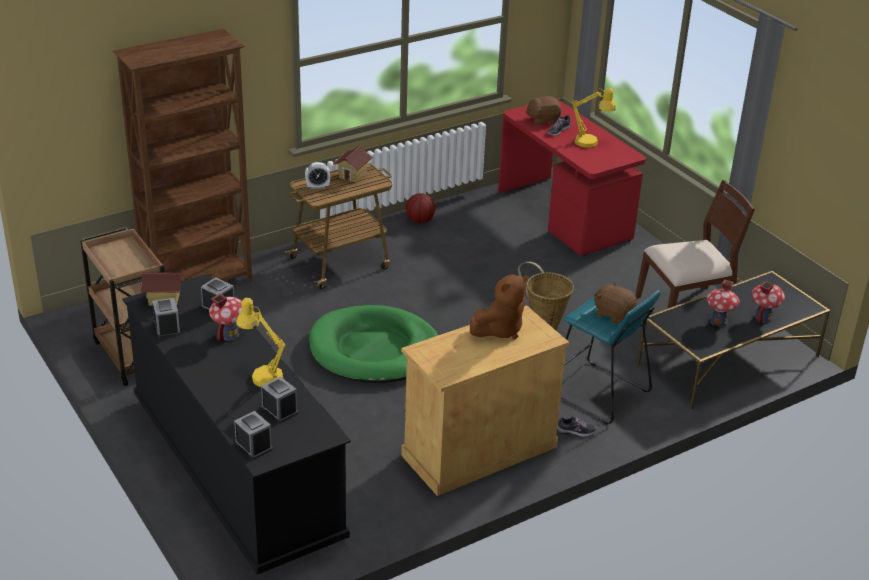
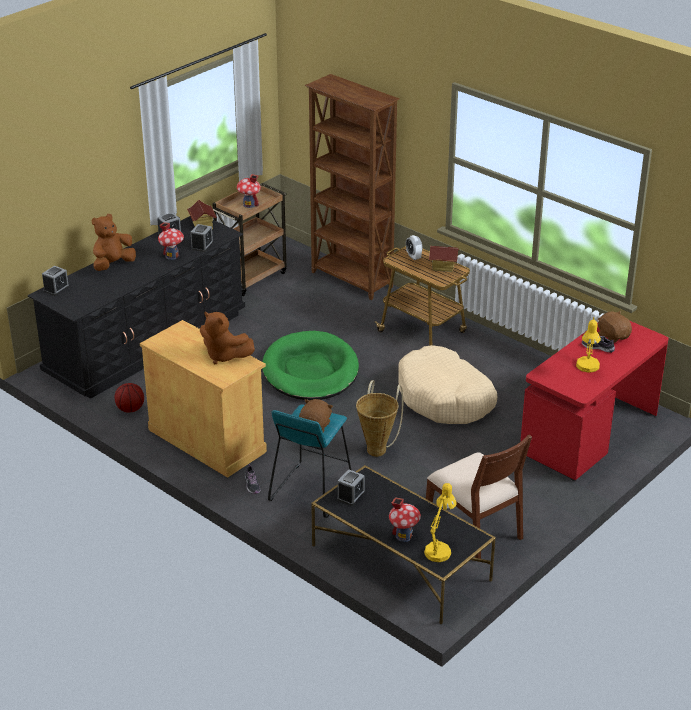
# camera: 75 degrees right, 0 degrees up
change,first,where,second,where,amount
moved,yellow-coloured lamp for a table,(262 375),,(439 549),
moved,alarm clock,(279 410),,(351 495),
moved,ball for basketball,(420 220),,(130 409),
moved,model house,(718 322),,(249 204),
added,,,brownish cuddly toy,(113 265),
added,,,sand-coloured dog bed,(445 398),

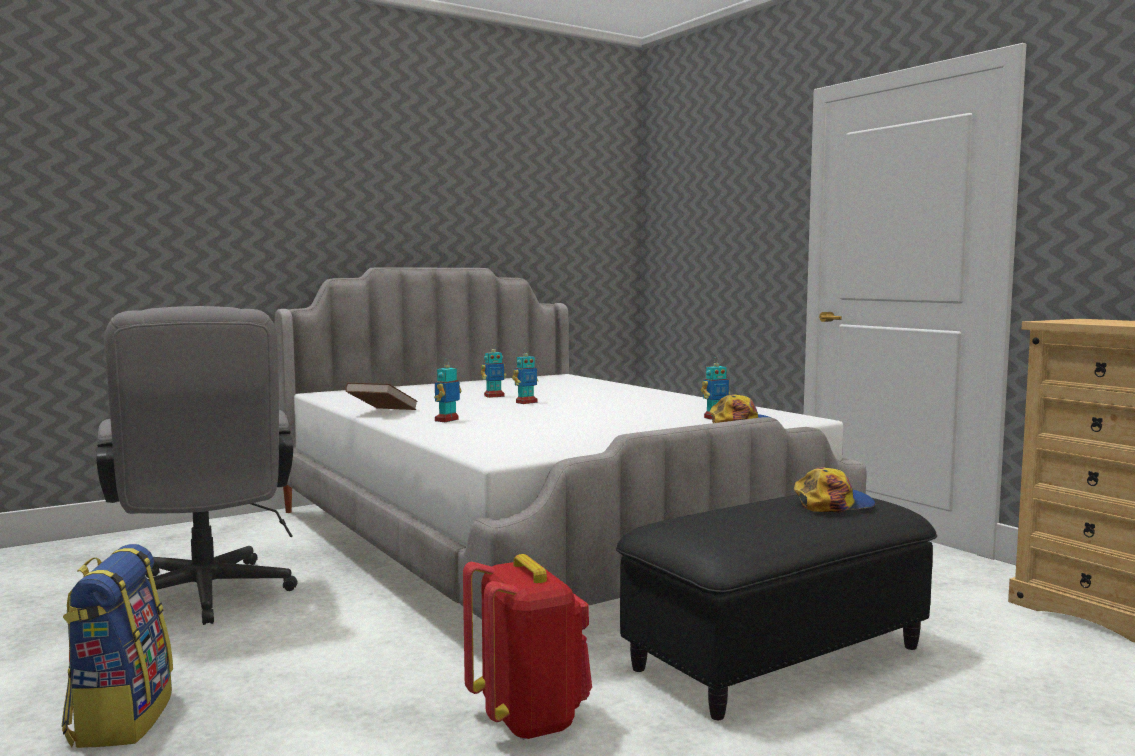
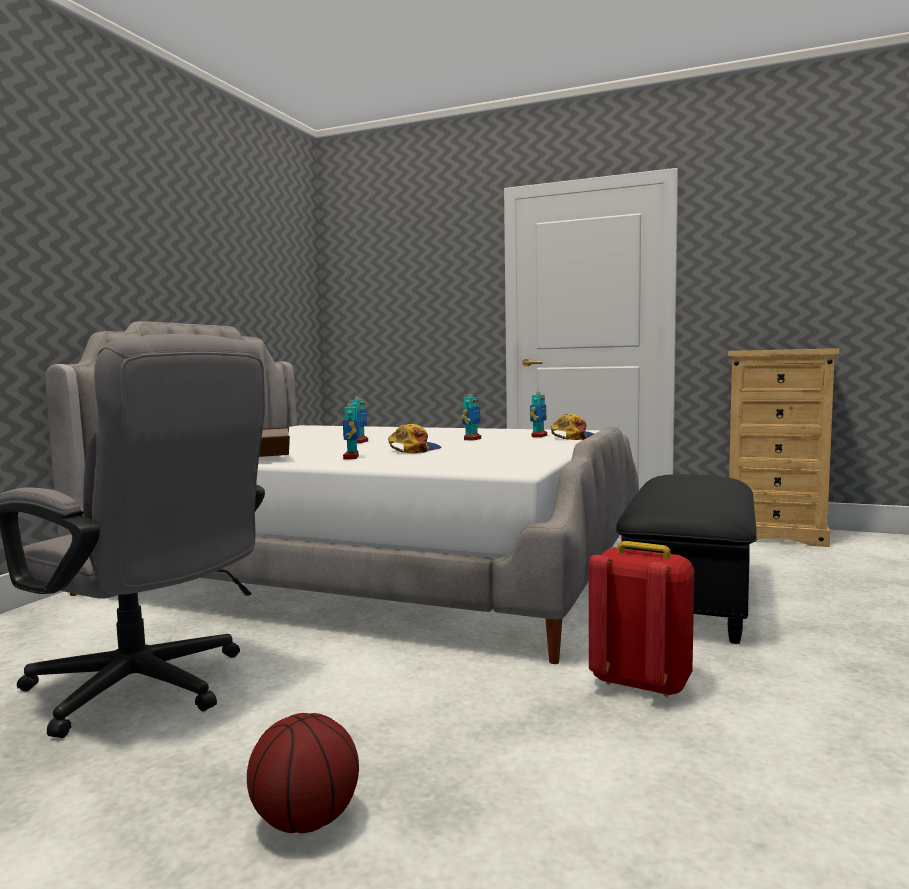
# camera: 35 degrees left, 0 degrees up
change,first,where,second,where,amount
replaced,knapsack,(120 718),ball for basketball,(305 821),
moved,model robot,(494 396),,(472 439),
moved,cap,(833 504),,(414 450),

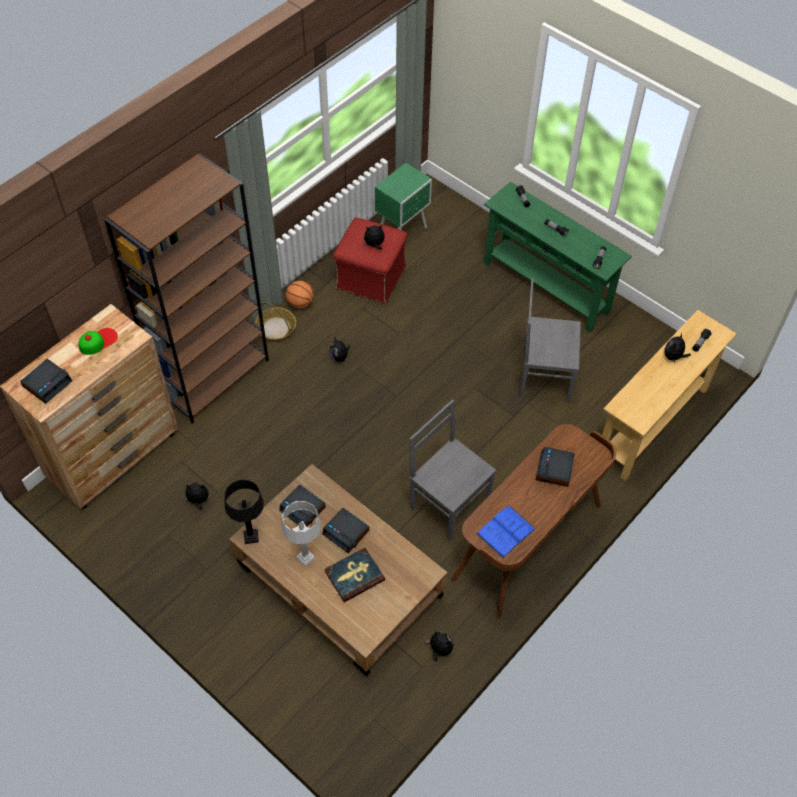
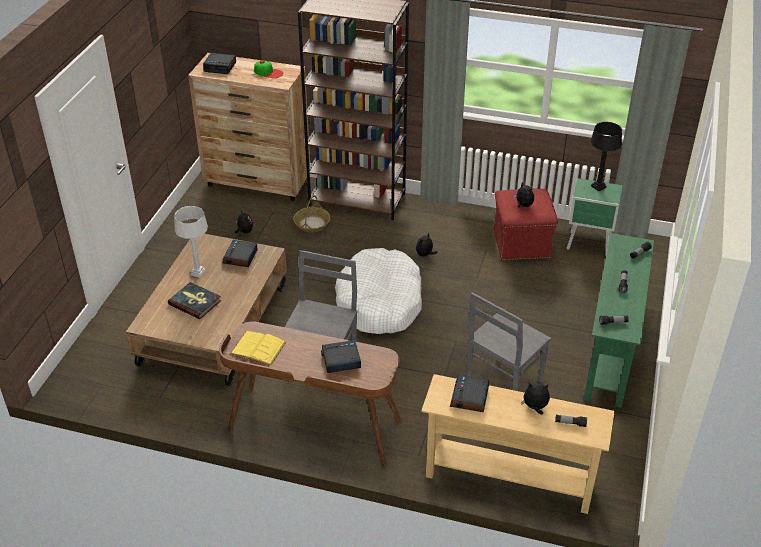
# camera: 65 degrees right, 15 degrees down
change,first,where,second,where,amount
moved,black-coloured lamp for a table,(251 537),,(598 187),
moved,basket,(276 328),,(312 224),
removed,ball for basketball,(300 303),,,
moved,alarm clock,(346 532),,(470 398),
removed,cuddly toy,(440 649),,,
recoloured,blue book,(506 531),yellow-coloured book,(258 348),
turned,greyish plain chair,(543 377),,(502 382),120 degrees counterclockwise
added,,,whitish dog bed,(380 302),

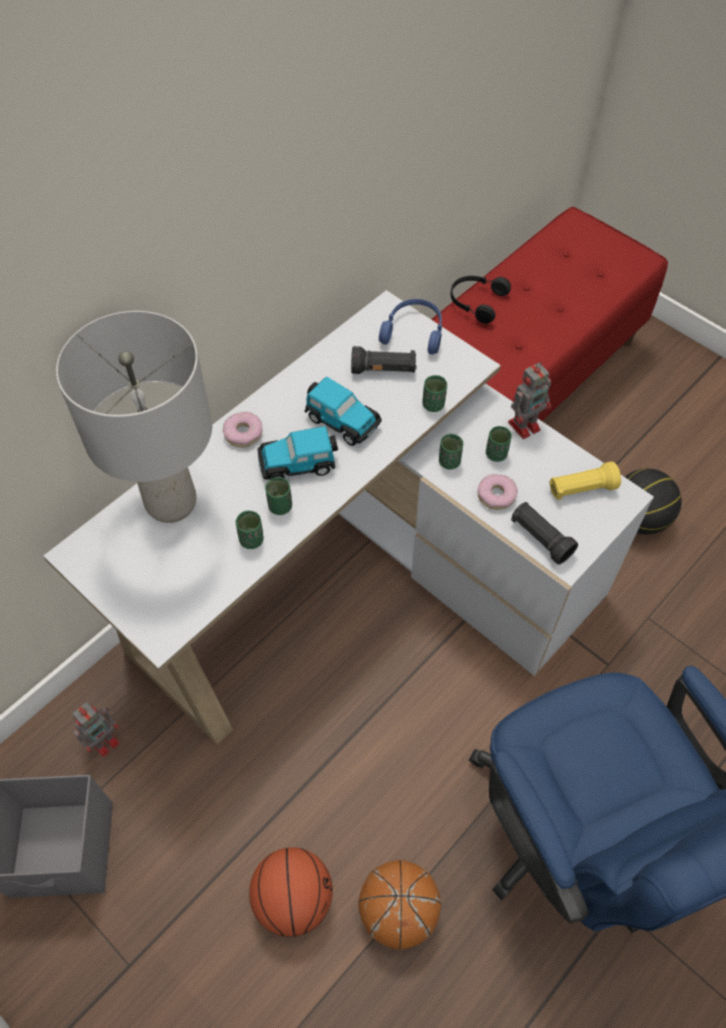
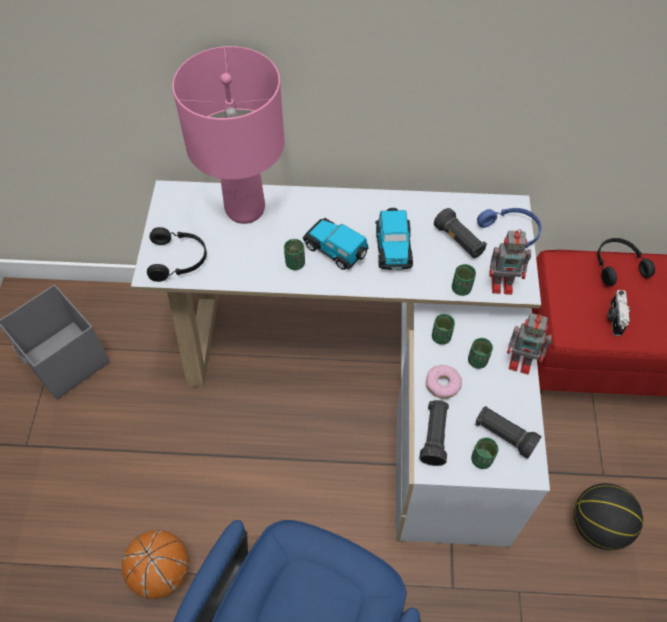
# camera: 50 degrees right, 0 degrees up
change,first,where,second,where,amount
recoloured,greyish lamp for a table,(172 503),pinkish lamp for a table,(245 210),
moved,model robot,(105 740),,(503 284),
removed,donut,(243 433),,,
moved,green-coloured cup,(251 540),,(481 459),
removed,ball for basketball,(293 899),,,
recoloured,yellow-coloured flashlight,(581 489),black-coloured flashlight,(504 435),
added,,,black-coloured headphones,(179 259),
added,,,photo camera,(614 318),

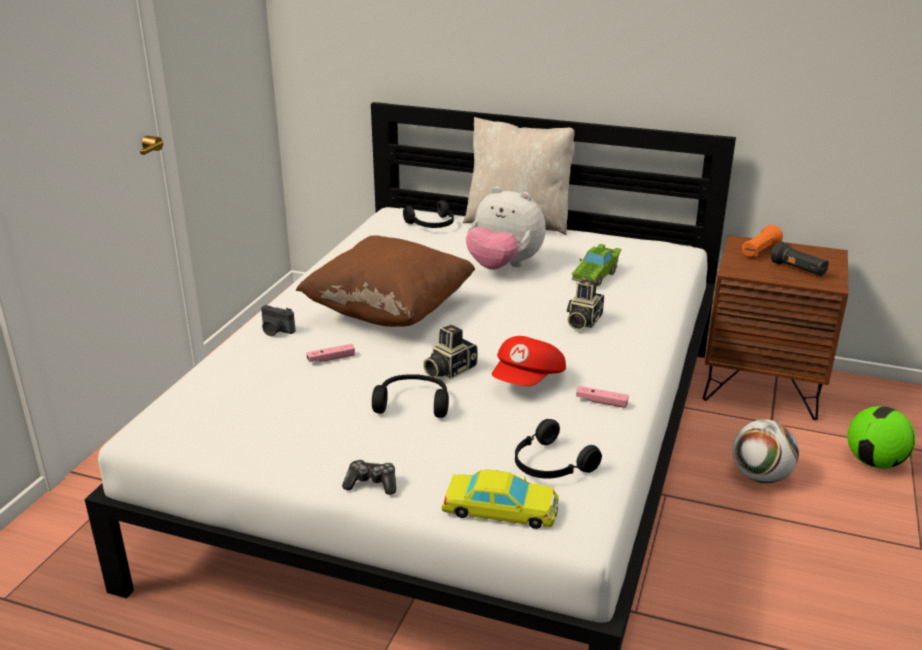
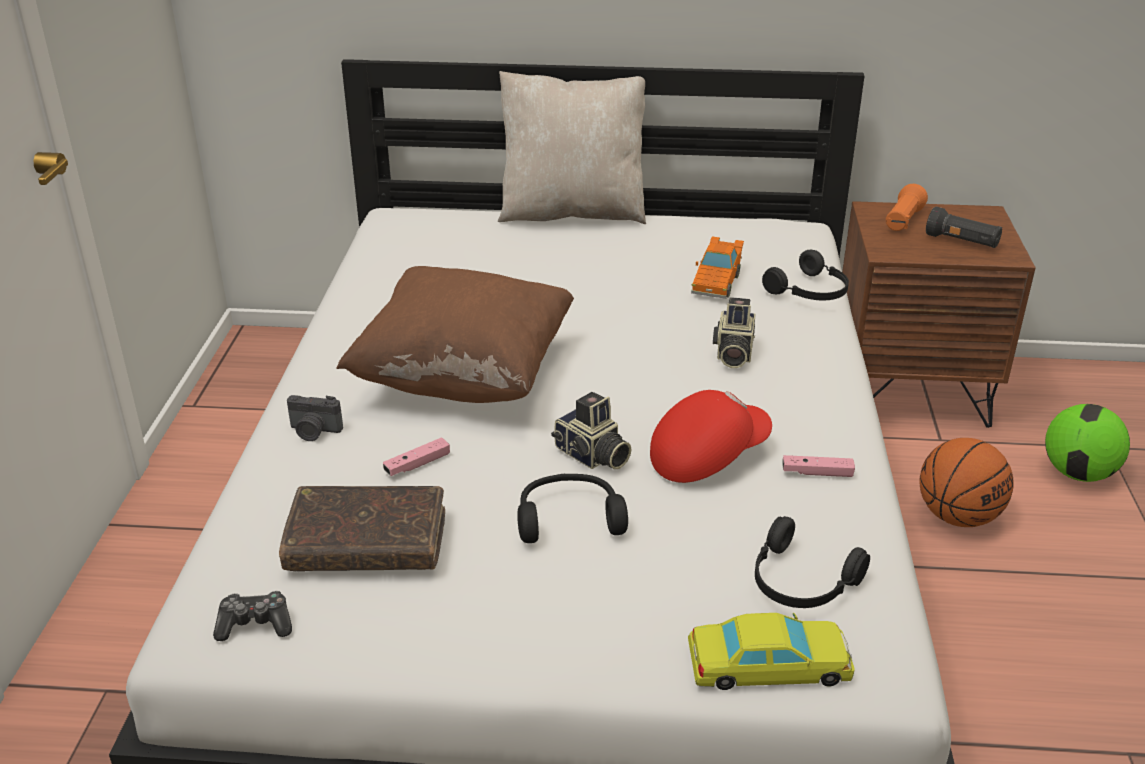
# camera: 15 degrees left, 5 degrees up
change,first,where,second,where,amount
moved,joypad,(372 484),,(255 624),
moved,black-coloured headphones,(432 225),,(810 292),
turned,photo camera,(448 370),,(591 456),75 degrees counterclockwise
removed,cuddly toy,(503 267),,,
turned,reddish cap,(528 380),,(707 456),135 degrees counterclockwise
recoloured,green-coloured model car,(596 275),orange-coloured model car,(717 281),
replaced,ball for football,(760 476),ball for basketball,(958 516),
added,,,brownish book,(367 543),

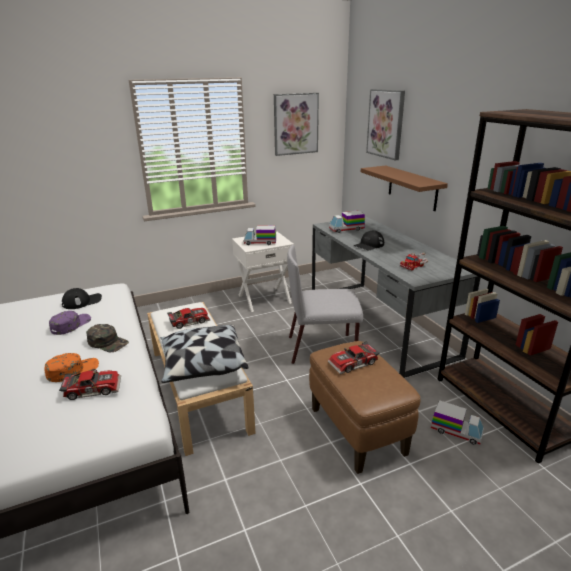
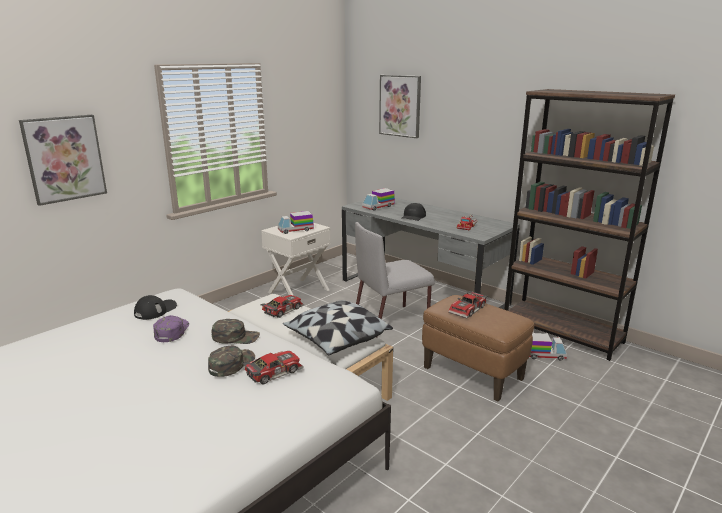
# camera: 25 degrees left, 5 degrees down
change,first,where,second,where,amount
recoloured,orange-coloured cap,(73 370),green-coloured cap,(231 364),
moved,picture,(295 124),,(64 158),
removed,brownish wall shelf,(412 187),,,

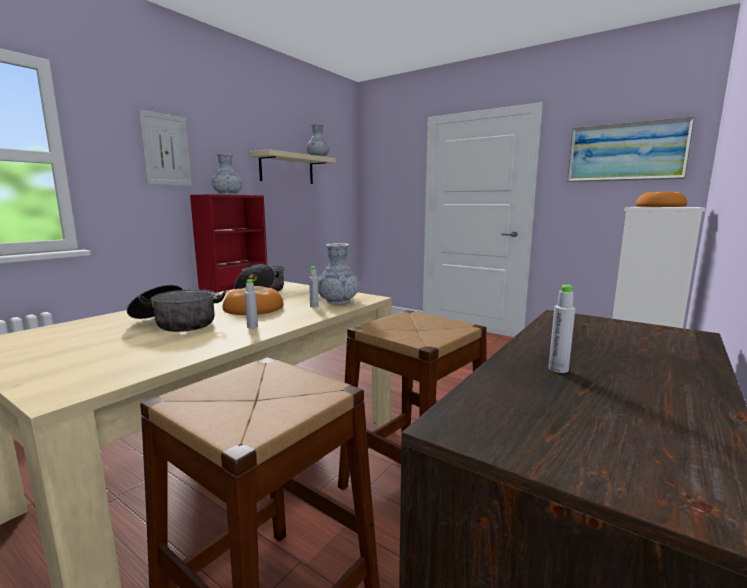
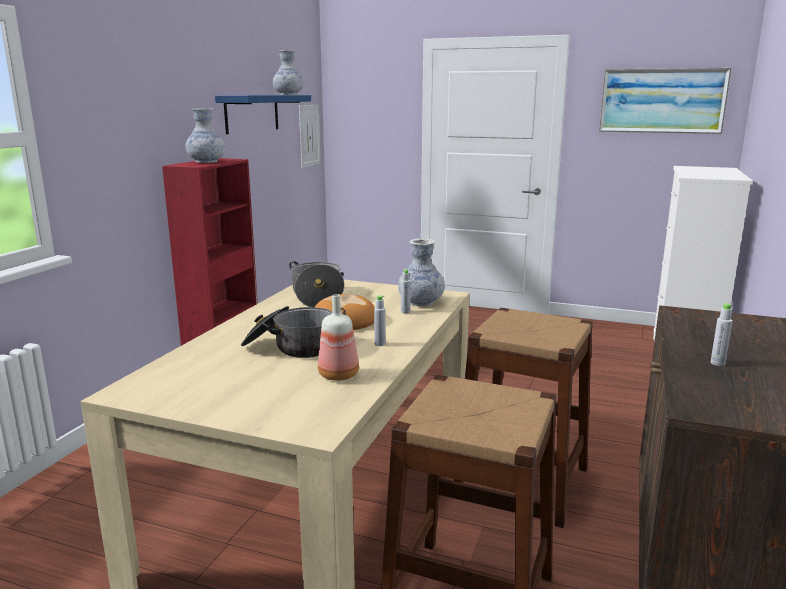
# camera: 15 degrees left, 5 degrees up
change,first,where,second,where,amount
moved,picture,(166 150),,(309 135),
recoloured,sand-coloured wall shelf,(287 169),blue wall shelf,(252 113),
removed,baked bread,(659 206),,,
added,,,drink bottle,(339 374),

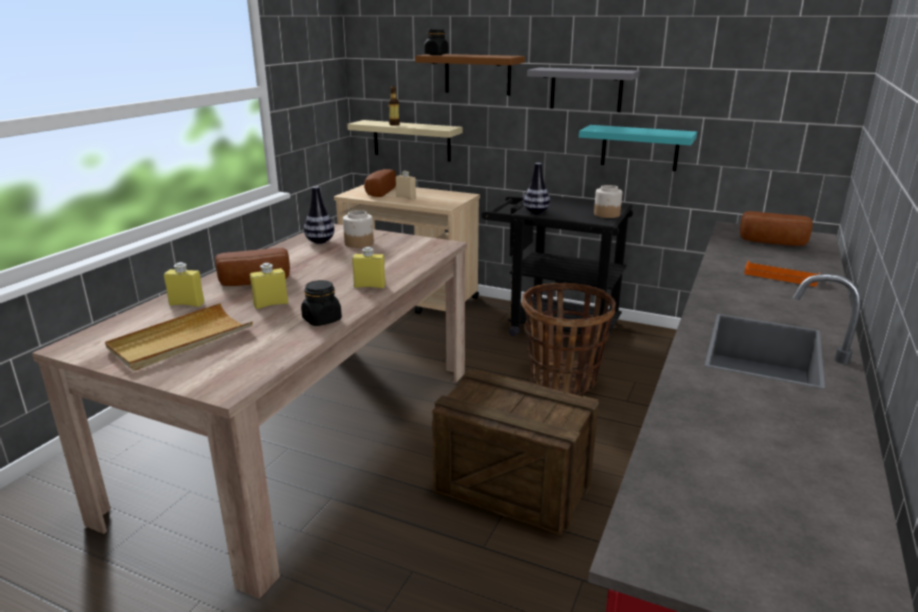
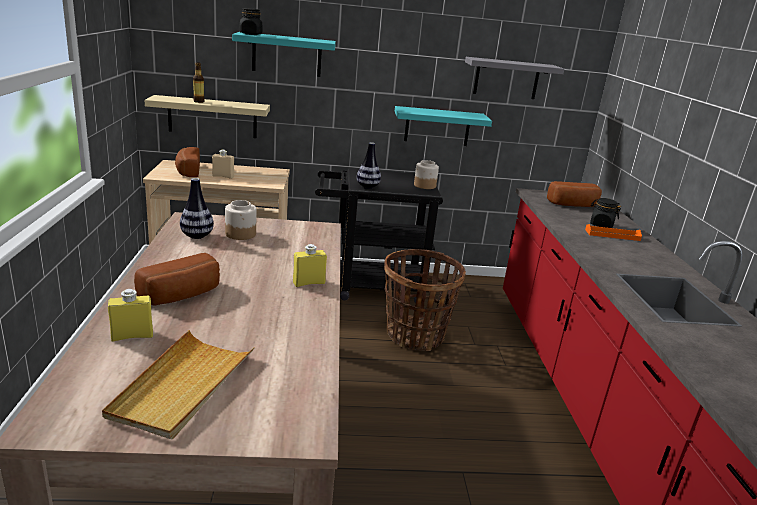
# camera: 30 degrees left, 0 degrees up
change,first,where,second,where,amount
removed,yellow-coloured drink bottle,(271 304),,,
moved,black-coloured preserve jar,(321 320),,(601 225),
recoloured,brownish wall shelf,(477 74),turquoise wall shelf,(287 55),
removed,shipping crate,(512 487),,,
moved,greyish wall shelf,(586 89),,(506 78),

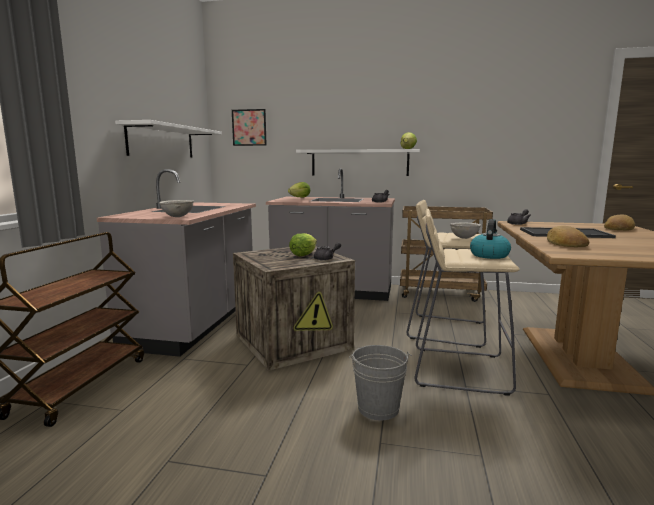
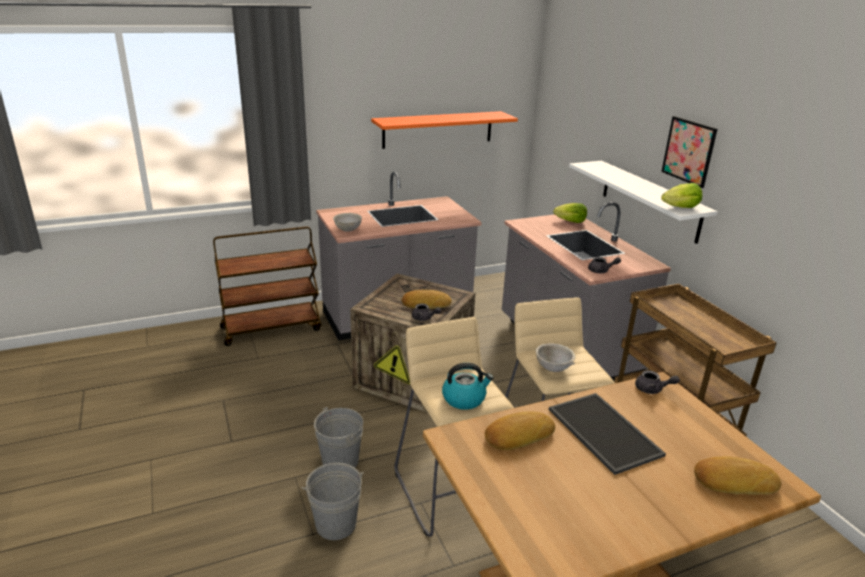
# camera: 55 degrees right, 15 degrees up
change,first,where,second,where,amount
recoloured,whitish wall shelf,(162 142),orange-coloured wall shelf,(438 129),
moved,picture,(249 127),,(689 151),
replaced,head of lettuce,(303 255),baked bread,(425 303),
added,,,greyish water bucket,(336 524),

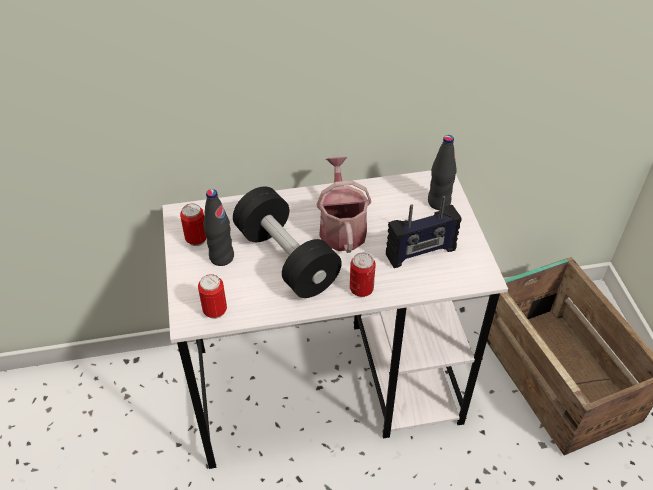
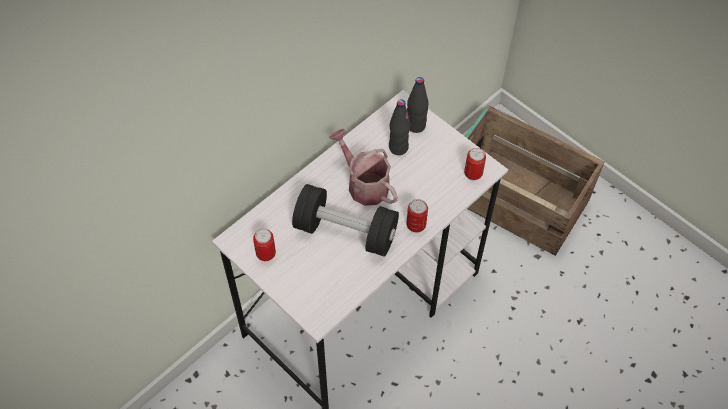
# camera: 35 degrees left, 10 degrees up
change,first,where,second,where,amount
moved,metal can,(215 311),,(473 174),
moved,black-coloured drink bottle,(221 257),,(398 147),
removed,radio set,(421 253),,,

